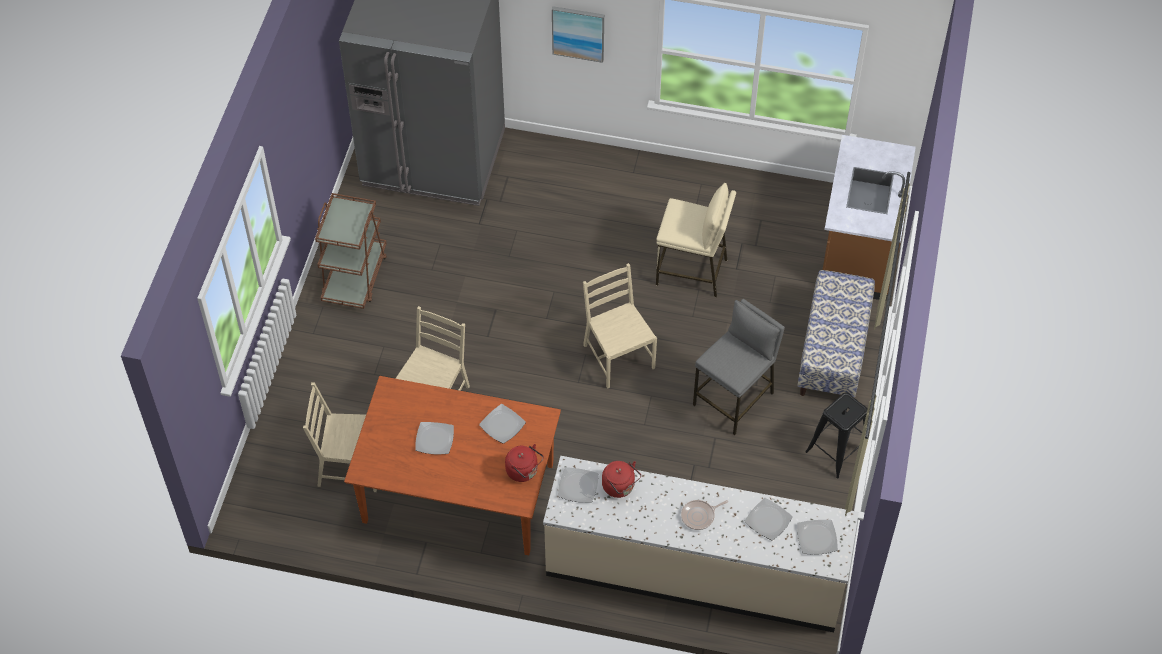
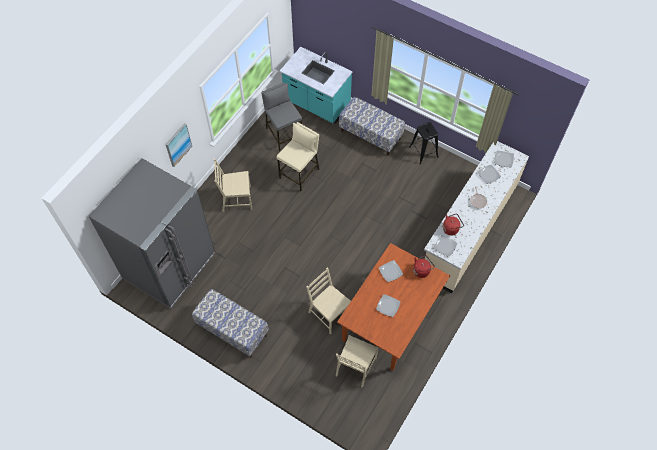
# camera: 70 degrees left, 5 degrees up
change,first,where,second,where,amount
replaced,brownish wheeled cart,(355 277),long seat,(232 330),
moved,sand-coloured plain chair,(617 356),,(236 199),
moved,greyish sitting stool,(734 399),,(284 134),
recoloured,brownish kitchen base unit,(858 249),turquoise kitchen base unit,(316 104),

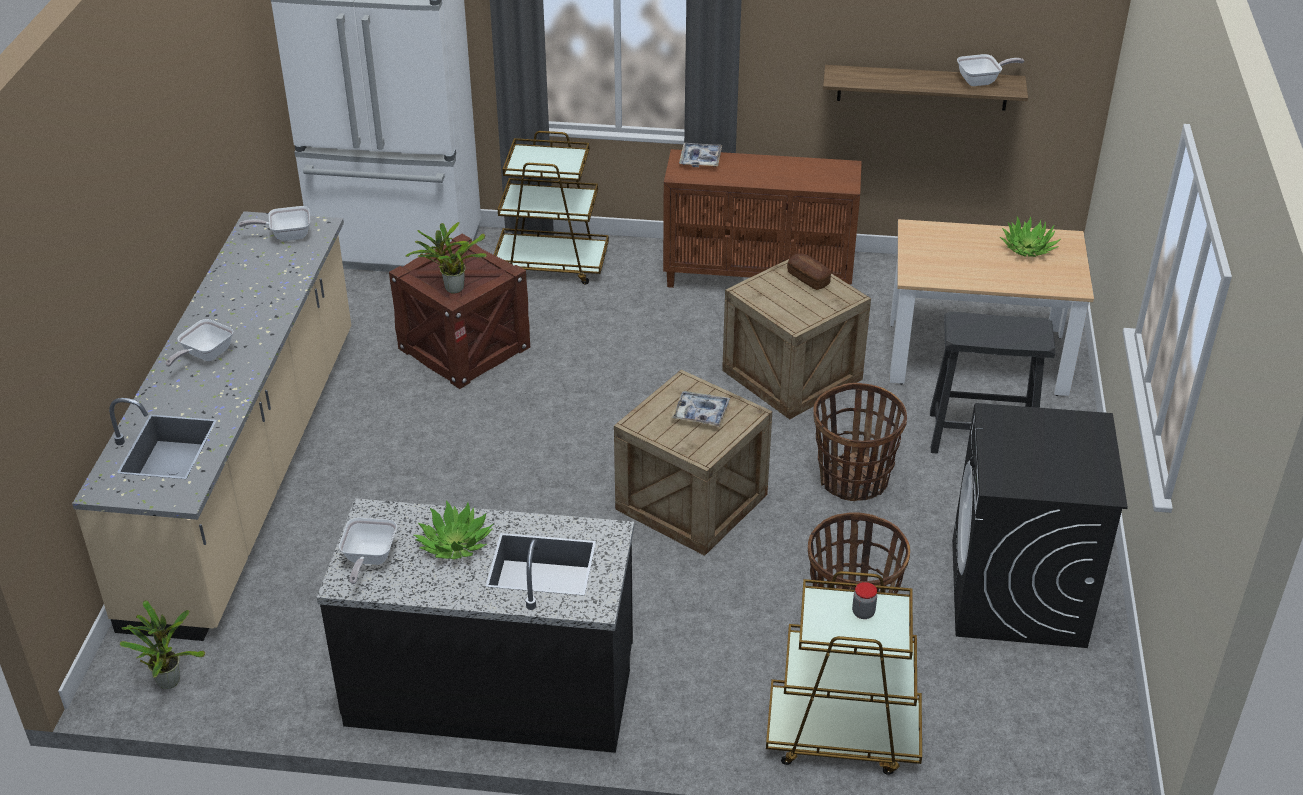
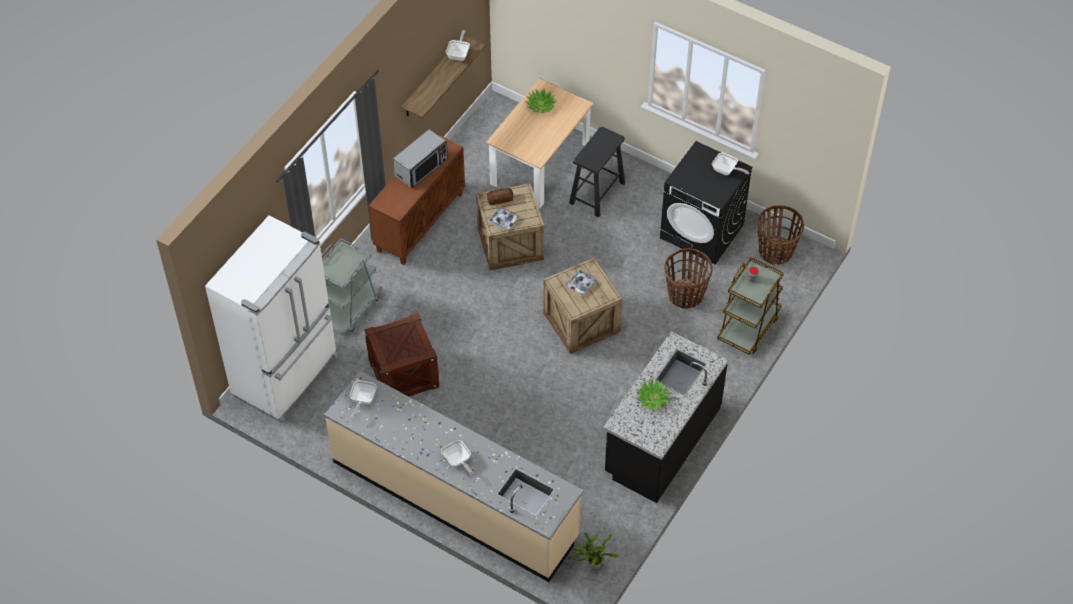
# camera: 65 degrees left, 15 degrees up
change,first,where,second,where,amount
moved,pan,(368 560),,(726 171),
removed,plant in a pot,(451 288),,,
recoloured,brownish wheeled cart,(552 264),greyish wheeled cart,(348 308),
moved,carrying tray,(700 159),,(504 221),
moved,basket,(853 480),,(776 251),
added,,,microwave oven,(421 167),

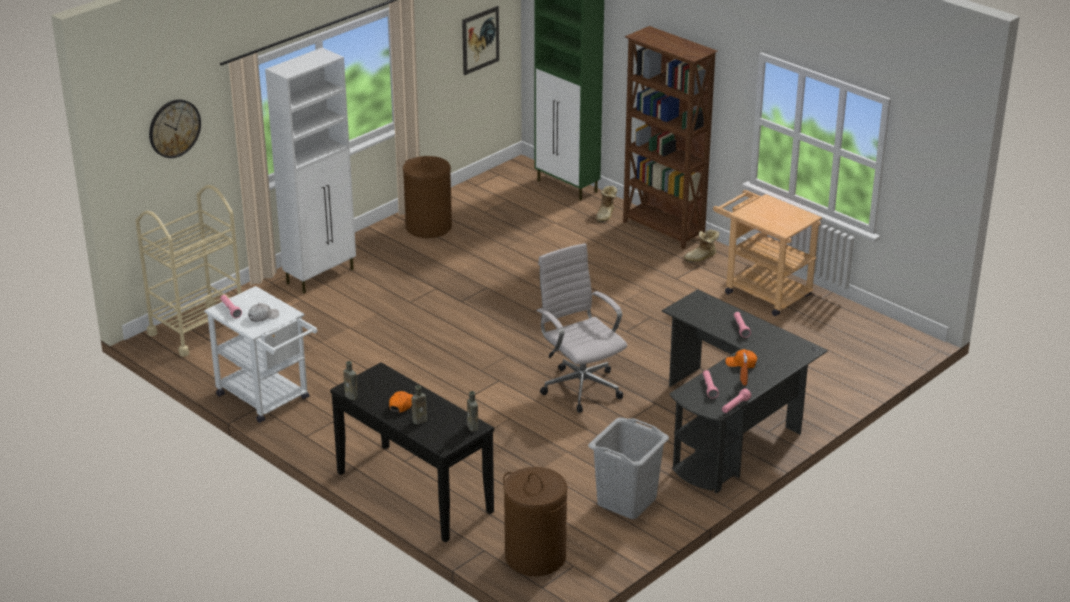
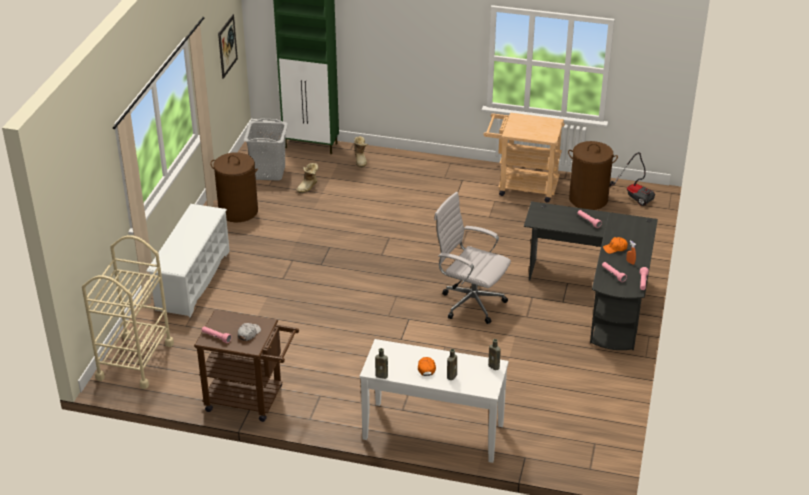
# camera: 30 degrees left, 5 degrees up
change,first,where,second,where,amount
removed,hanging clock,(174 128),,,
recoloured,whitish wheeled cart,(268 399),brownish wheeled cart,(251 399),
replaced,whitish cupboard,(321 276),whitish shoe stand,(193 280),
recoloured,black-coloured console table,(414 492),whitish console table,(433 432),
moved,brownish hamper,(535 557),,(588 199),
moved,greyish hamper,(627 501),,(269 172),
removed,brownish bookshelf,(663 230),,,
moved,boot,(702 257),,(308 187),
added,,,vacuum cleaner,(633 195),

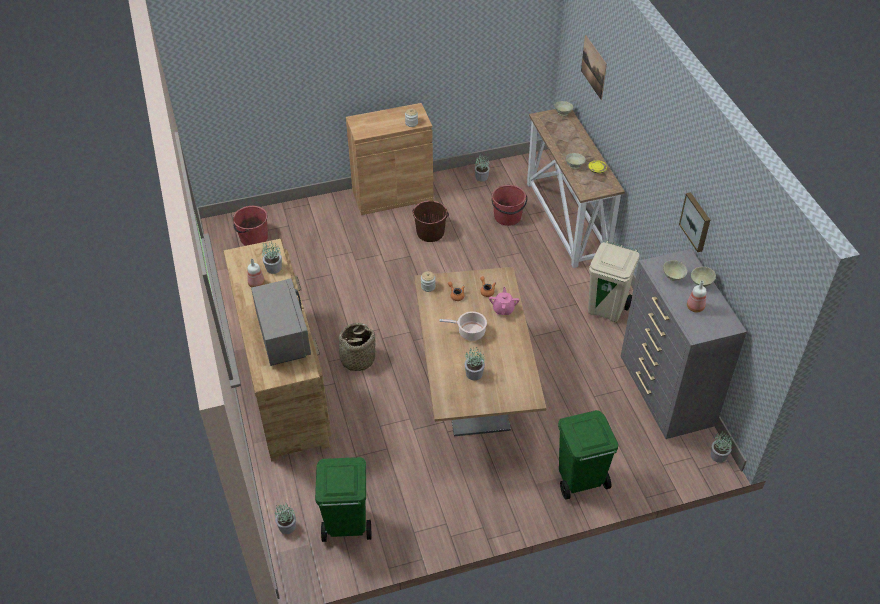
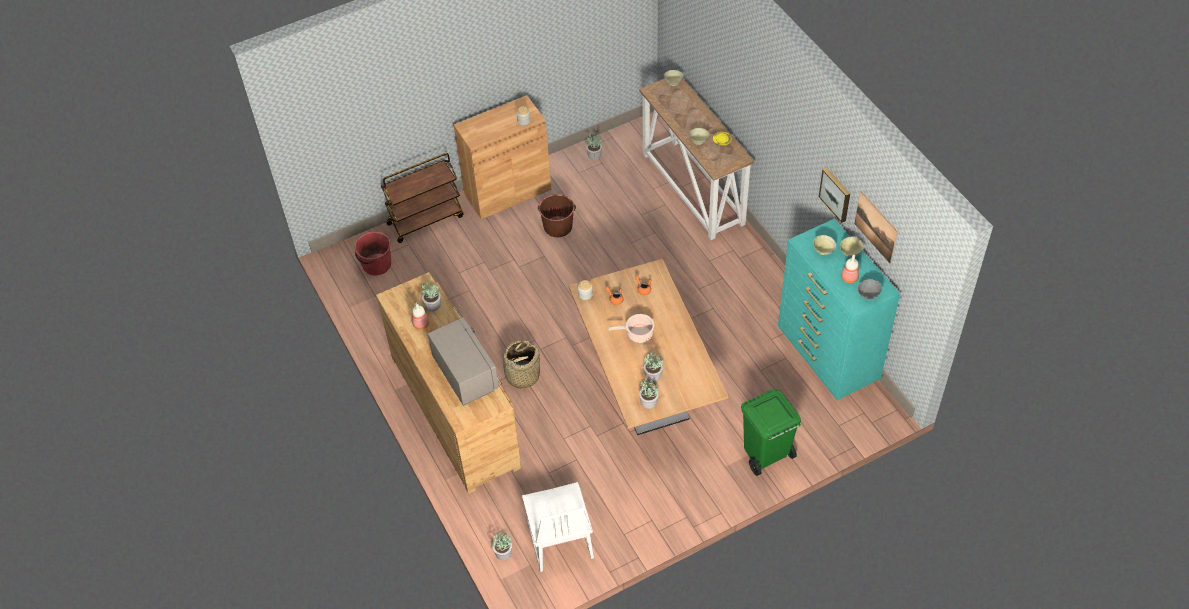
# camera: 10 degrees left, 5 degrees up
change,first,where,second,where,amount
replaced,green-coloured waste bin,(346 525),whitish plain chair,(559 540),
removed,pinkish teapot,(503 309),,,
removed,reddish water bucket,(508 217),,,
moved,picture,(593 67),,(876 227),
removed,sand-coloured waste bin,(607 308),,,
recoloured,greyish drawer chest,(664 396),turquoise drawer chest,(827 357),
moved,plant in a pot,(718 455),,(648 402),
added,,,brownish wheeled cart,(426 219),
added,,,greyish serving bowl,(868 295),

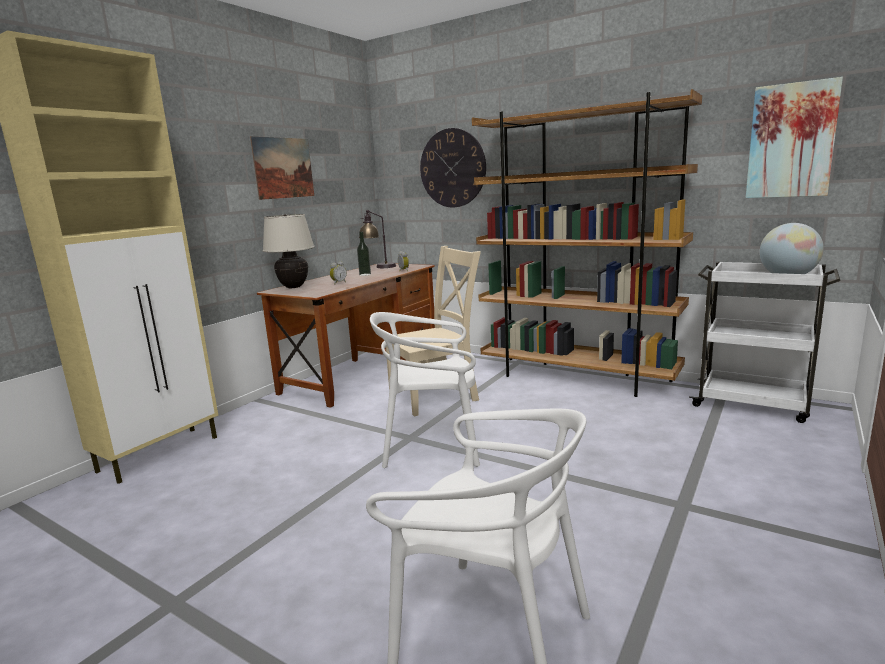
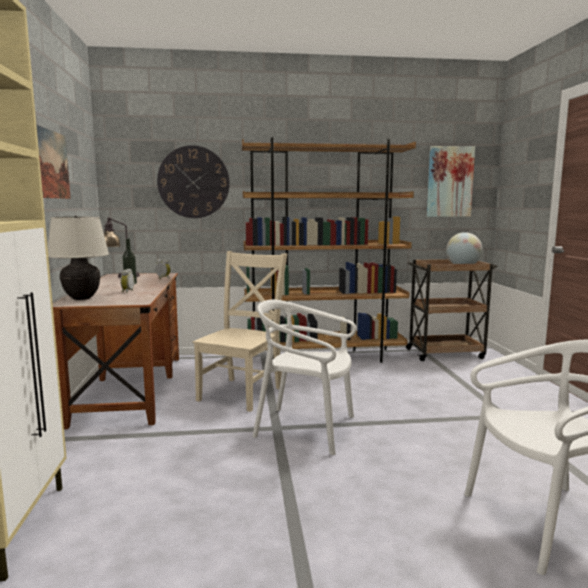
# camera: 40 degrees left, 5 degrees down
change,first,where,second,where,amount
turned,whitish plain chair,(432 446),,(306 429),60 degrees clockwise
recoloured,whitish wheeled cart,(753 403),brownish wheeled cart,(446 353),

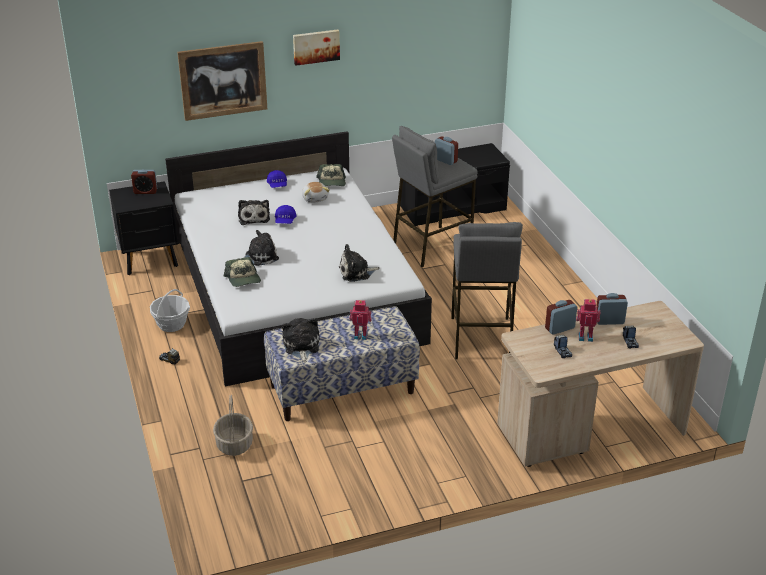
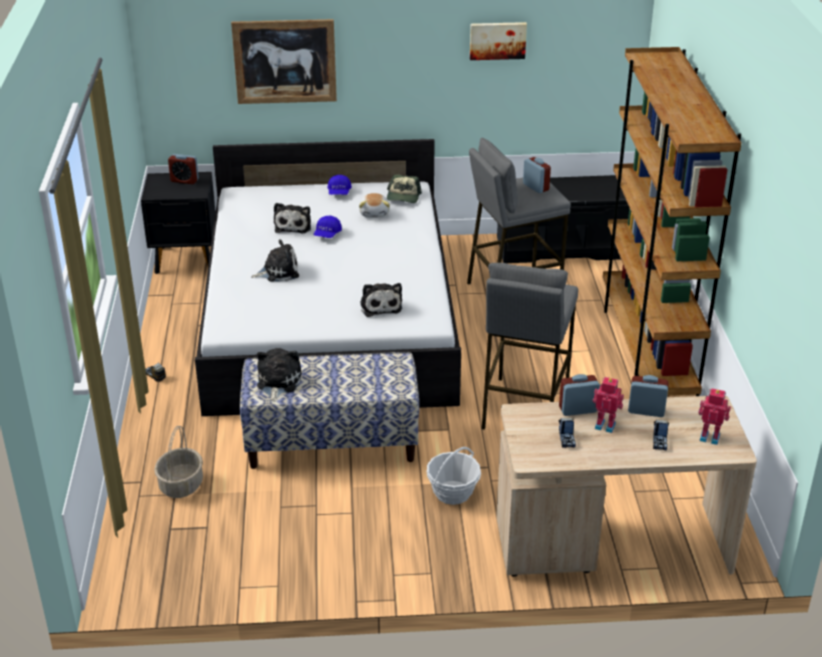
# camera: 15 degrees right, 0 degrees up
change,first,where,second,where,amount
moved,basket,(171 324),,(453 492),
removed,cap,(243 279),,,
moved,picture,(316 46),,(497 40),
turned,cuddly toy,(356 272),,(380 306),105 degrees counterclockwise
moved,model robot,(360 335),,(710 437),
added,,,brownish bookshelf,(646 349),

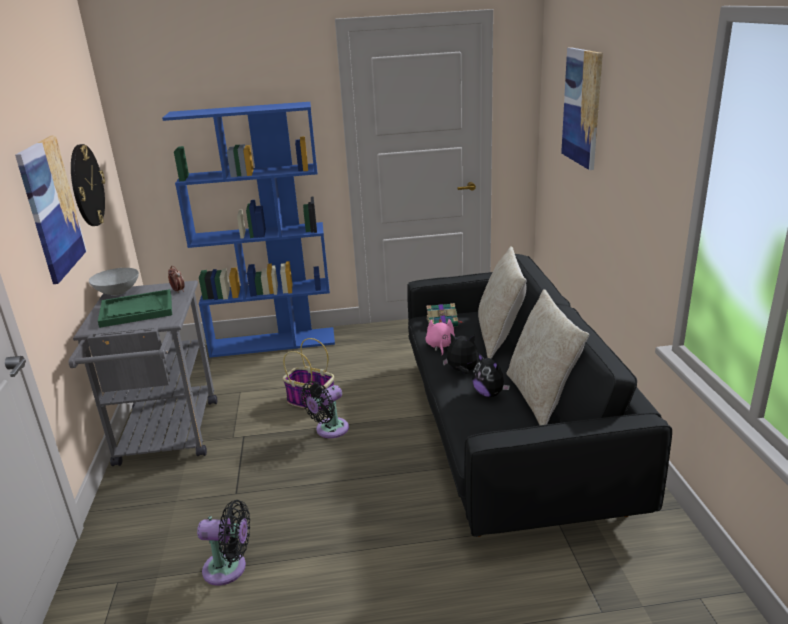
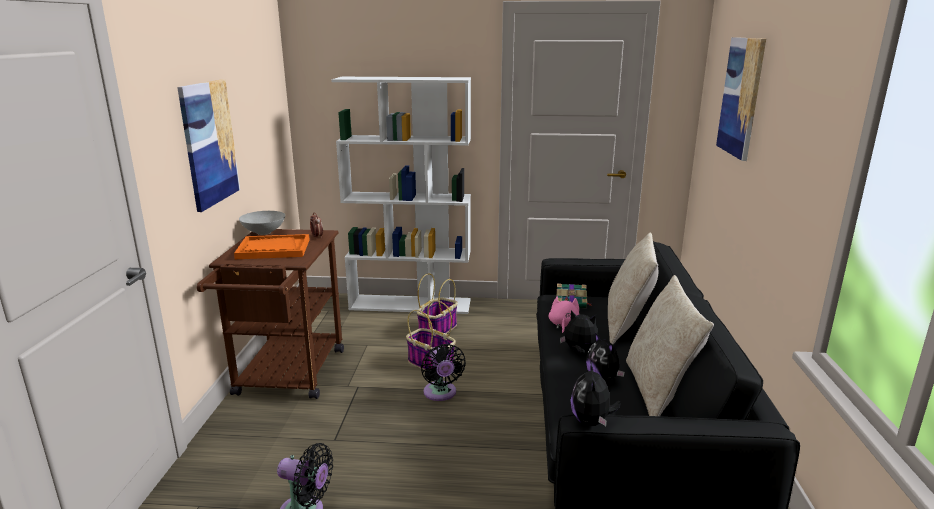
# camera: 10 degrees right, 5 degrees down
change,first,where,second,where,amount
recoloured,greyish wheeled cart,(166 439),brownish wheeled cart,(287 378),
removed,hanging clock,(86 185),,,
recoloured,green-coloured carrying tray,(136 310),orange-coloured carrying tray,(273 249),
recoloured,blue bookshelf,(274 342),whitish bookshelf,(411 304),
turned,black-coloured electric fan,(329 430),,(440 394),75 degrees counterclockwise
added,,,basket,(438 329),
added,,,cuddly toy,(591 422),

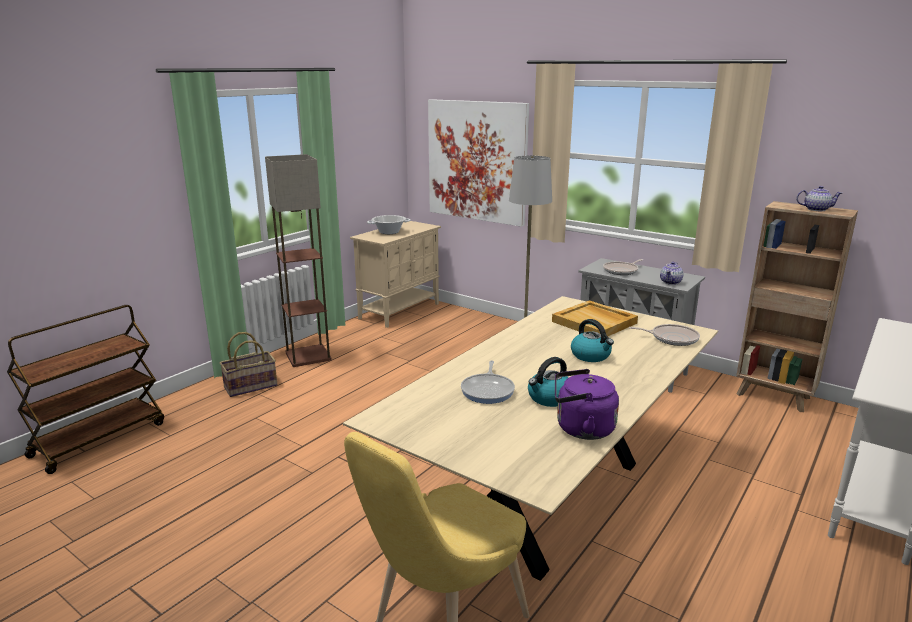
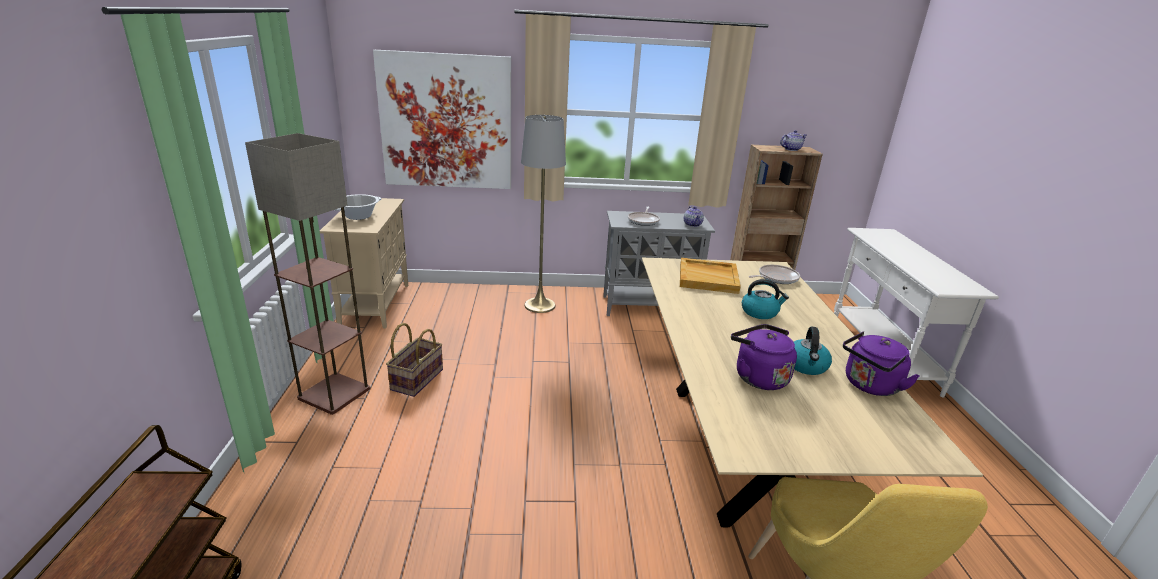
# camera: 40 degrees left, 5 degrees up
change,first,where,second,where,amount
moved,basket,(250 386),,(416 379),
replaced,pan,(488 390),purple-coloured tea kettle,(758 377),

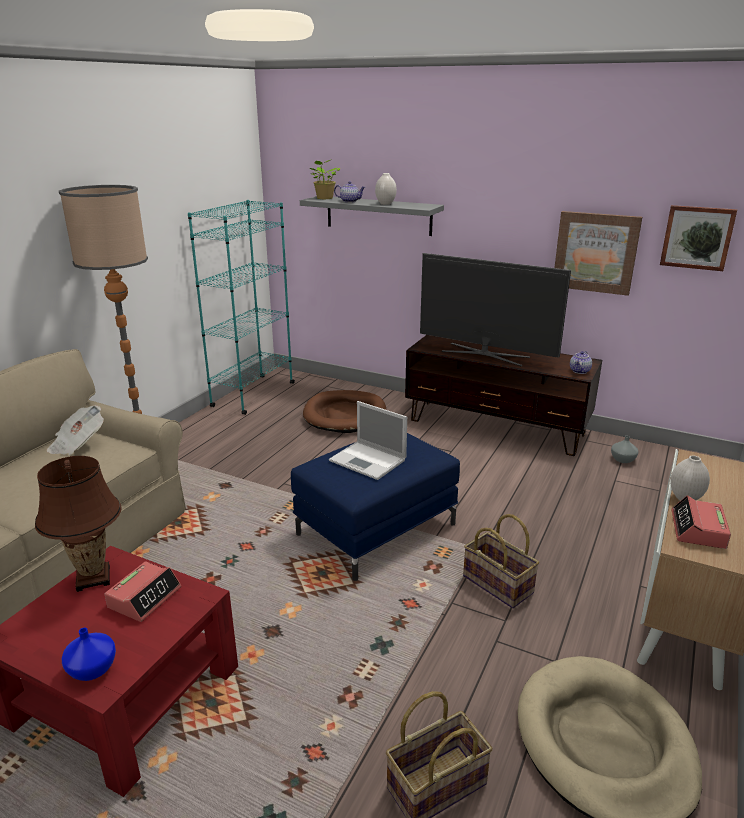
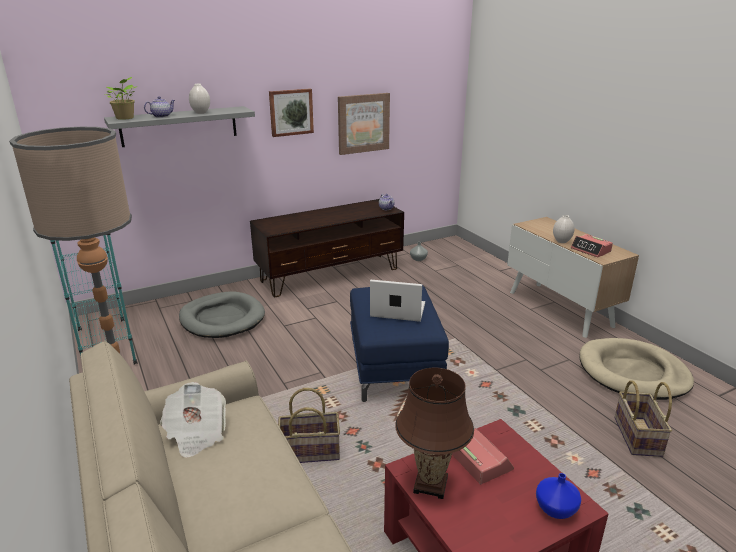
# camera: 55 degrees left, 0 degrees up
change,first,where,second,where,amount
recoloured,brownish dog bed,(345 415),greyish dog bed,(222 318),
turned,laptop,(369 461),,(396 310),150 degrees counterclockwise
removed,television,(485 354),,,
moved,basket,(498 584),,(310 451),
moved,picture,(697 237),,(291 112),

